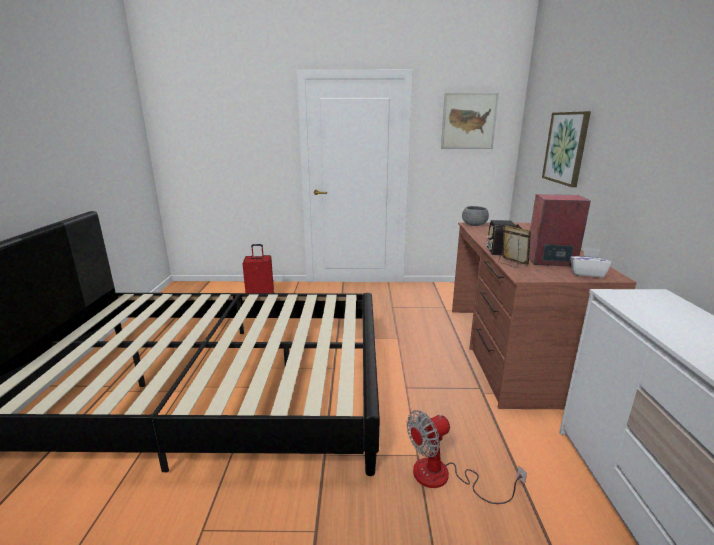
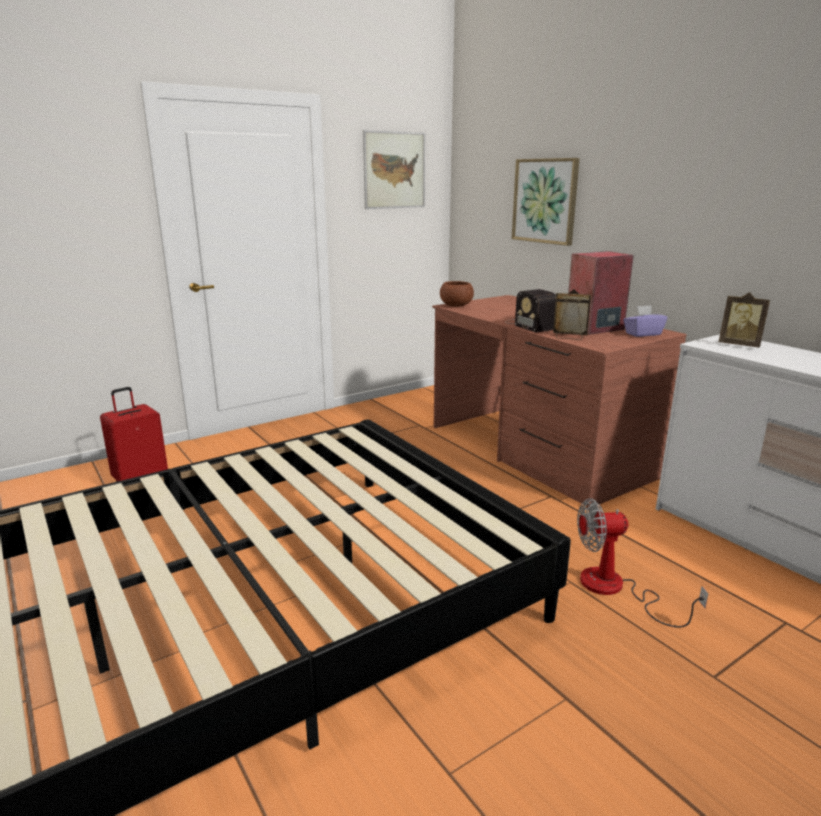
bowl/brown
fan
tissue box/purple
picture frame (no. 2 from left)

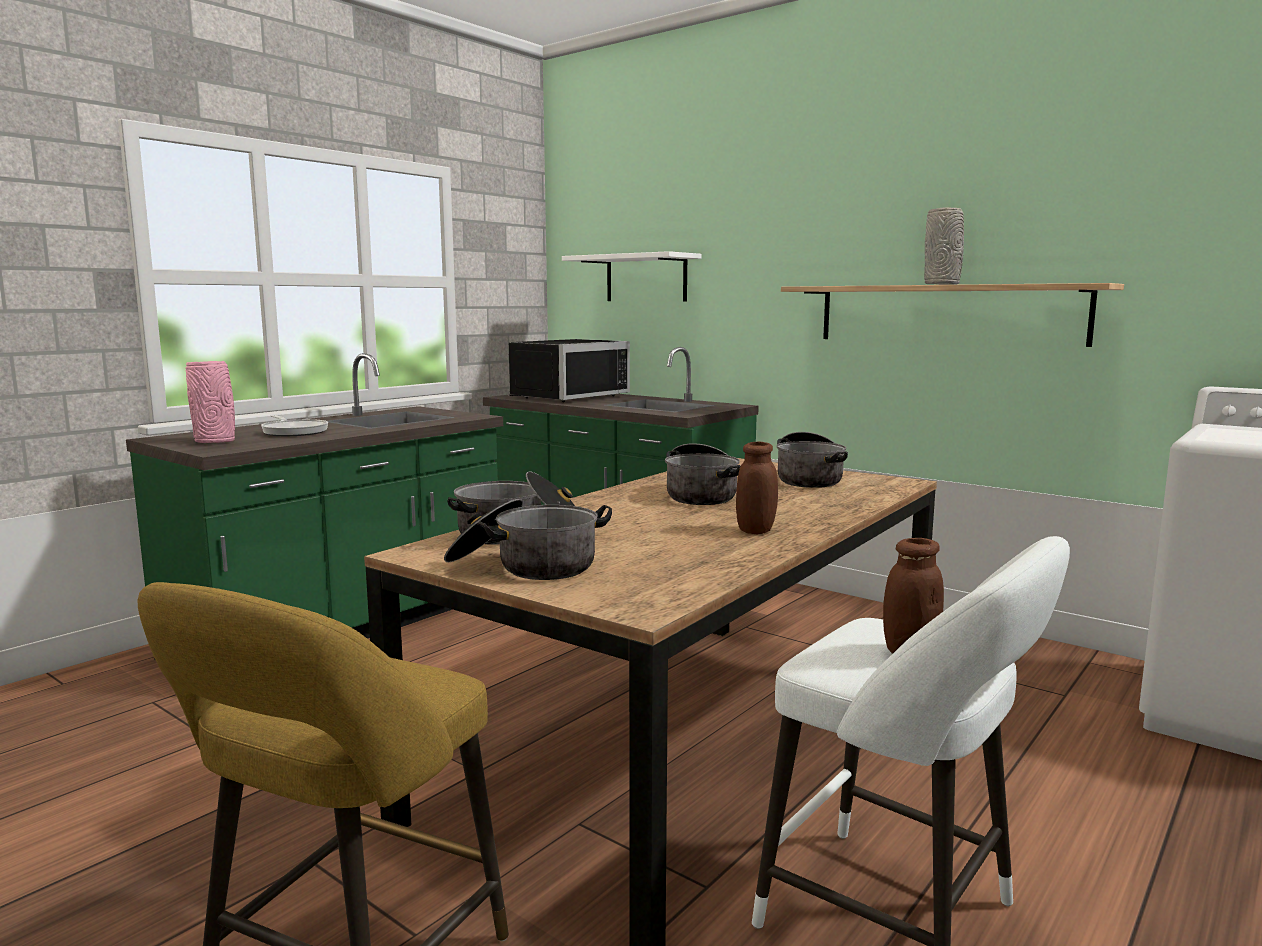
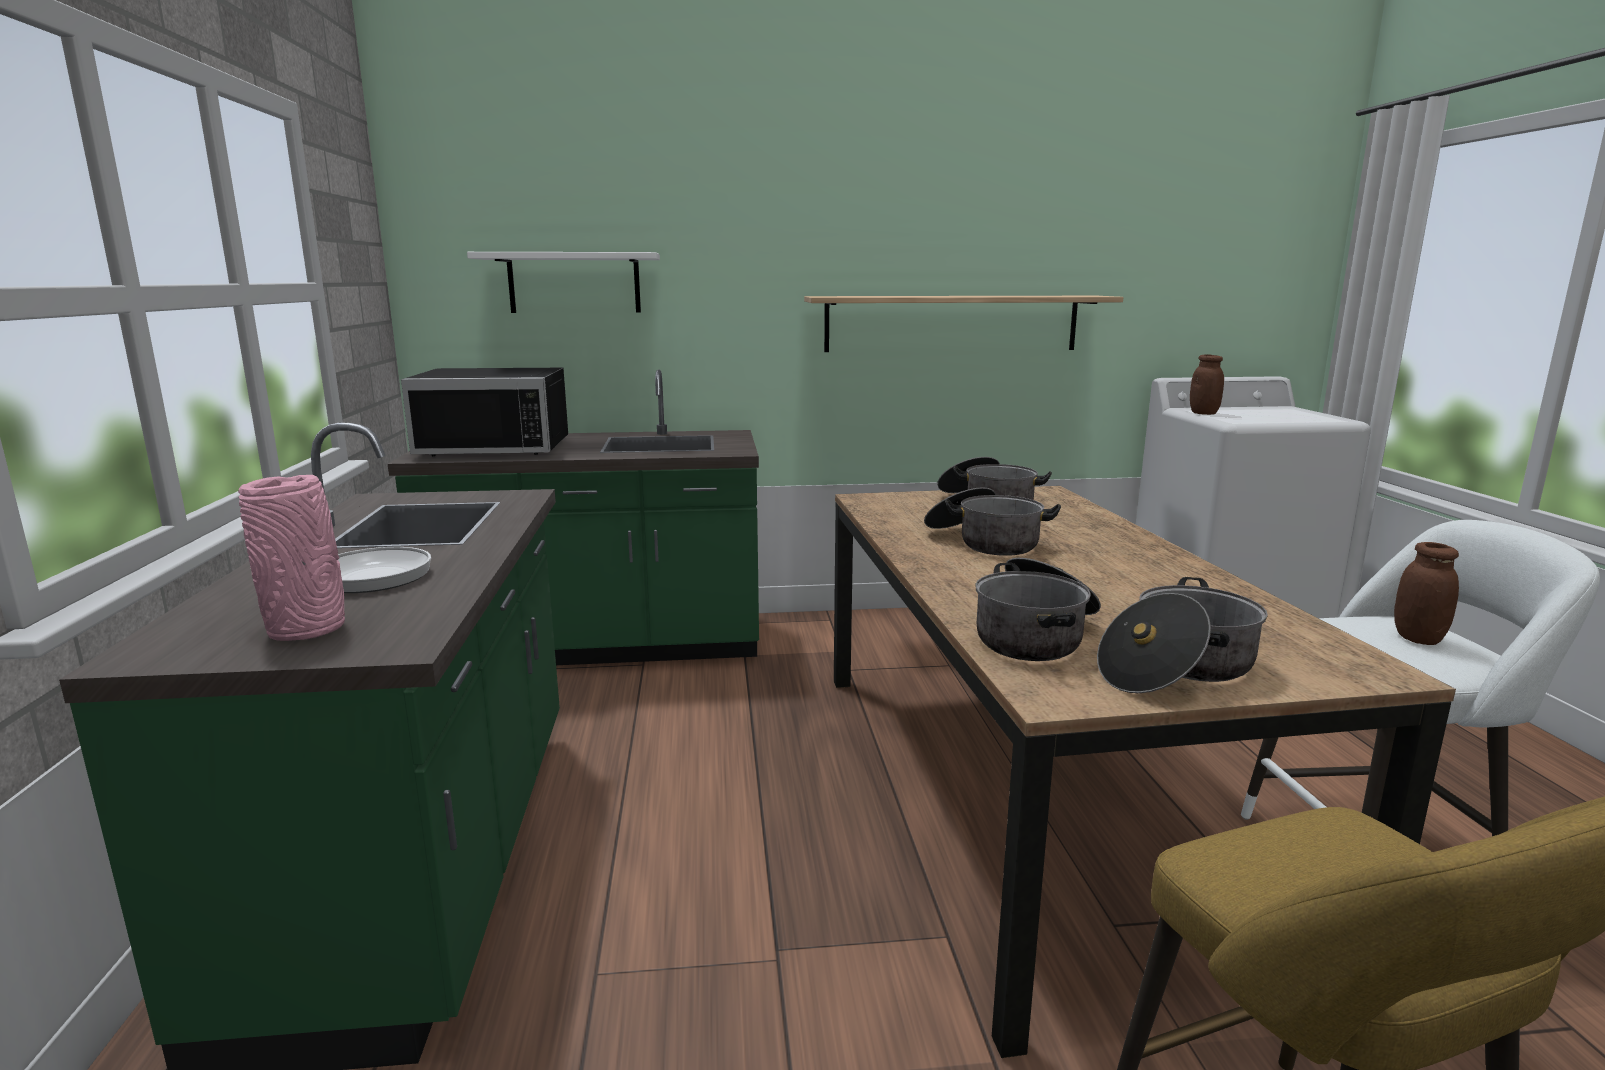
microwave/black
jar/brown (no. 1 from left)
vase/grey

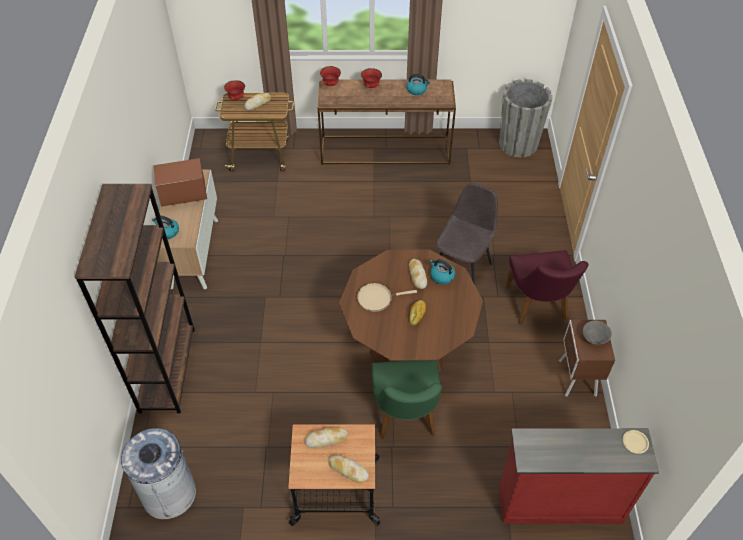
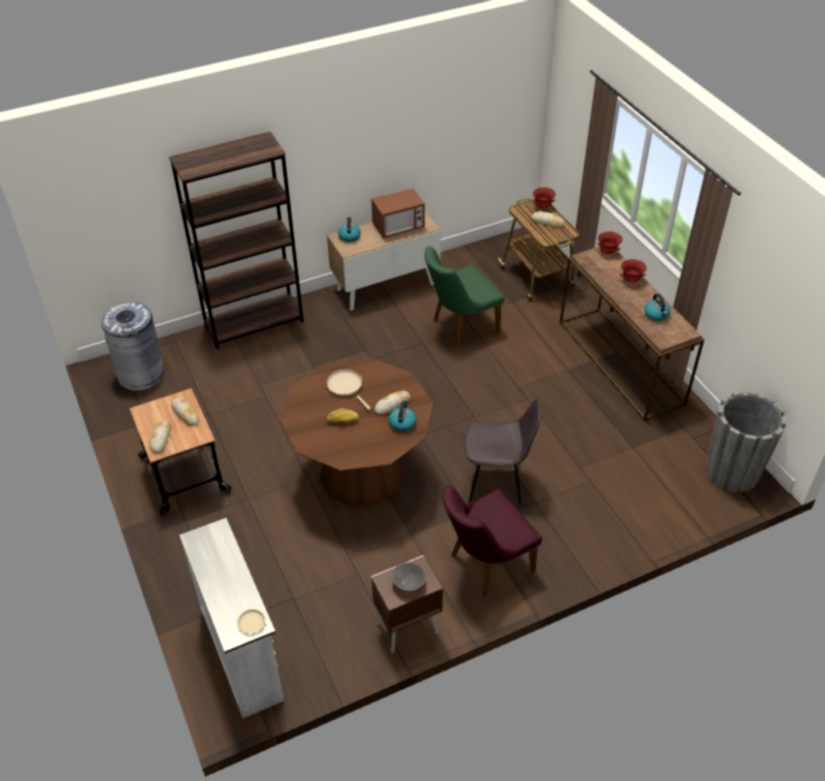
dresser/white
microwave
chair/green

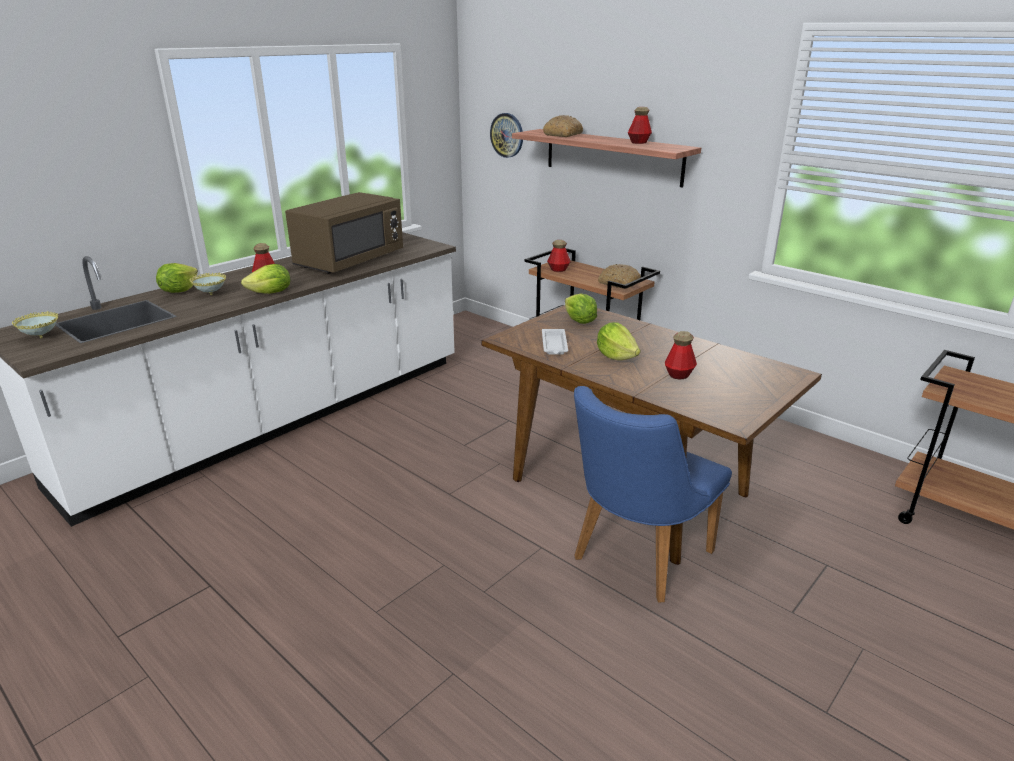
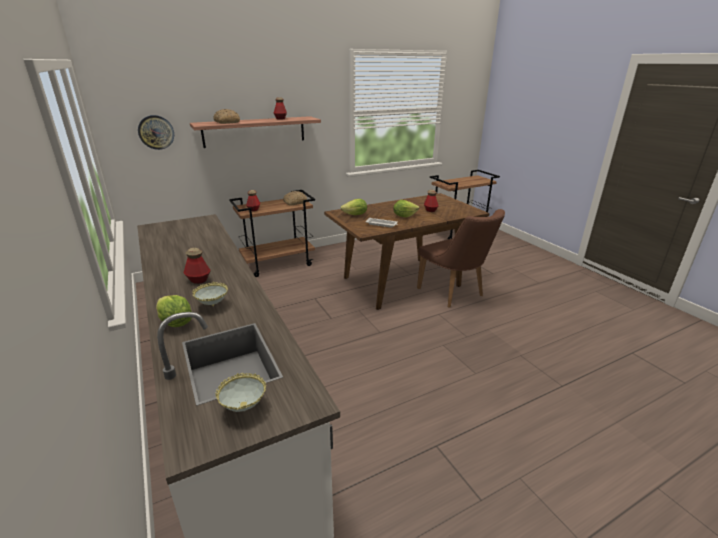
chair/brown
lettuce (no. 2 from left in the first image)
microwave/brown

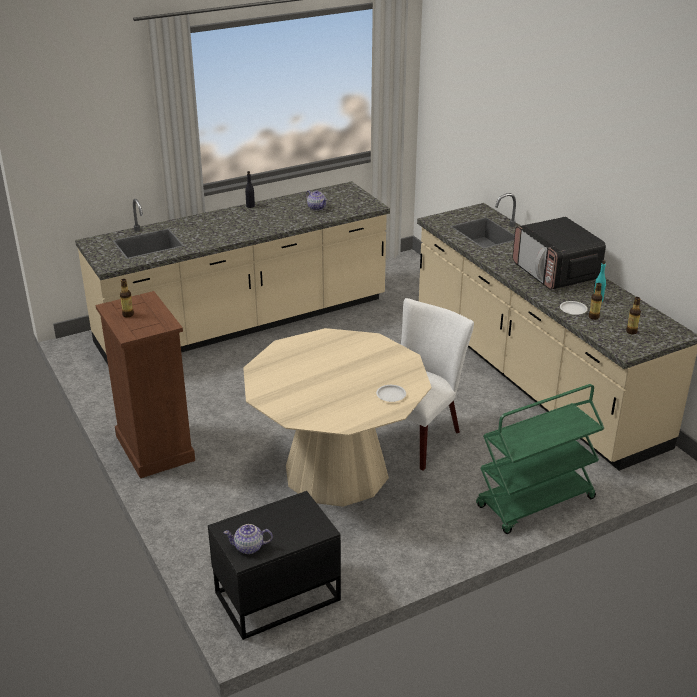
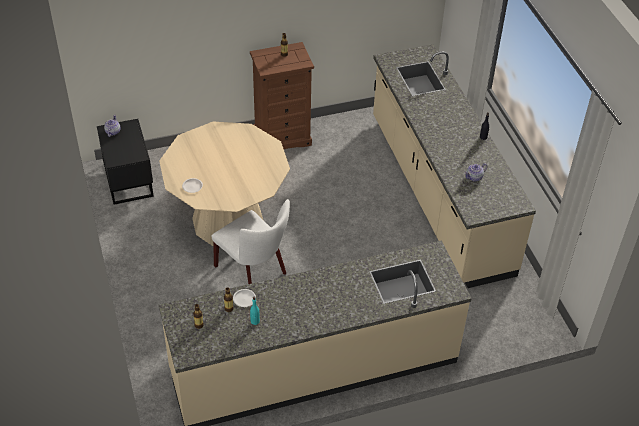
cart/green
microwave

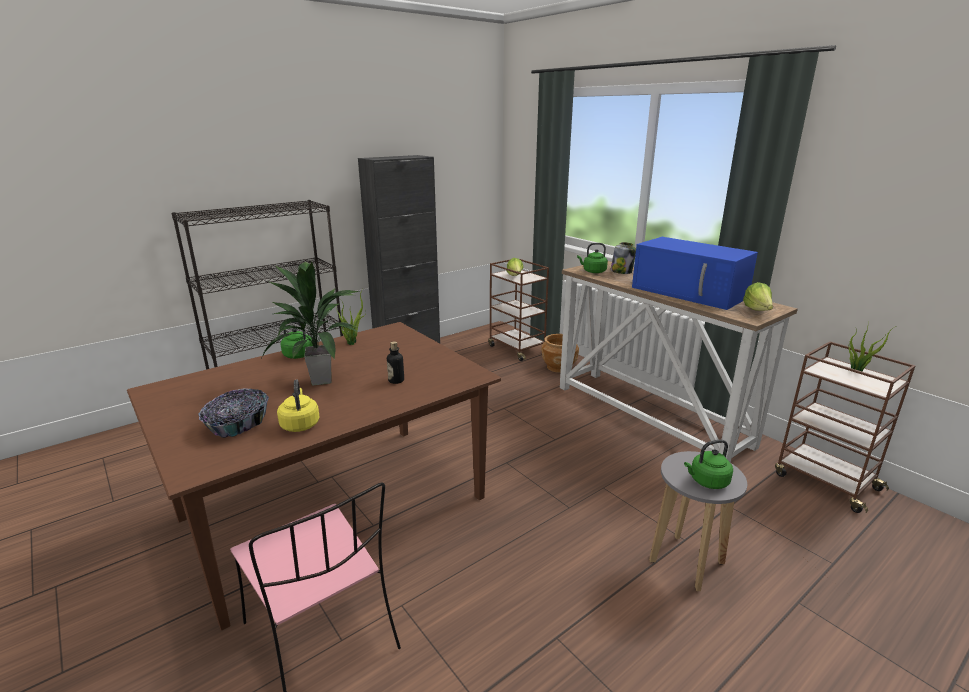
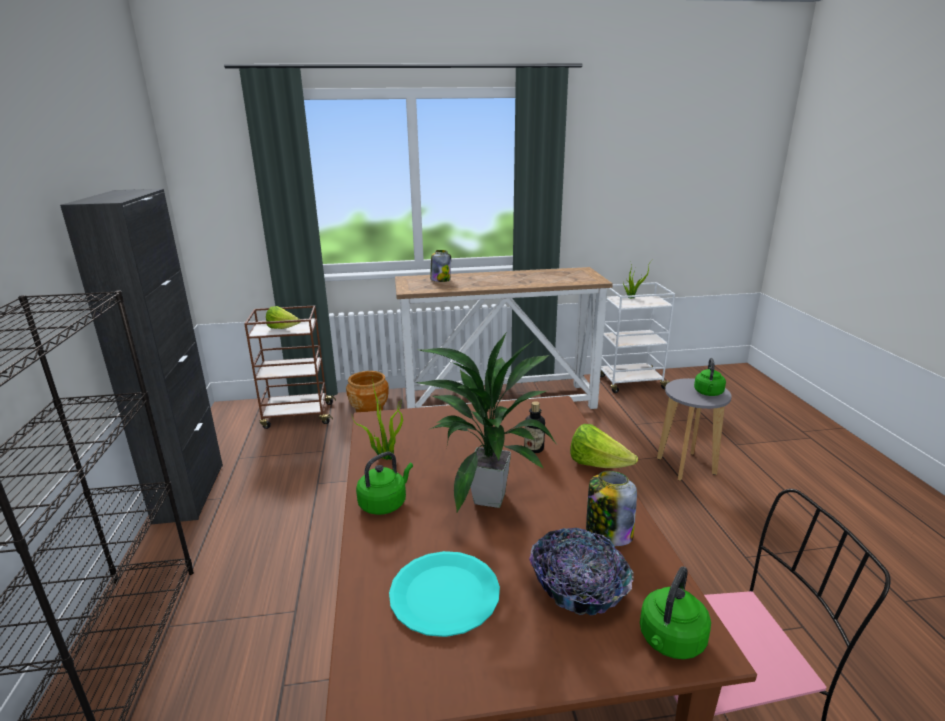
plate/turquoise
lettuce (no. 2 from left)
jar (no. 2 from left)
cart/white
kettle/green (no. 2 from left)
microwave/blue

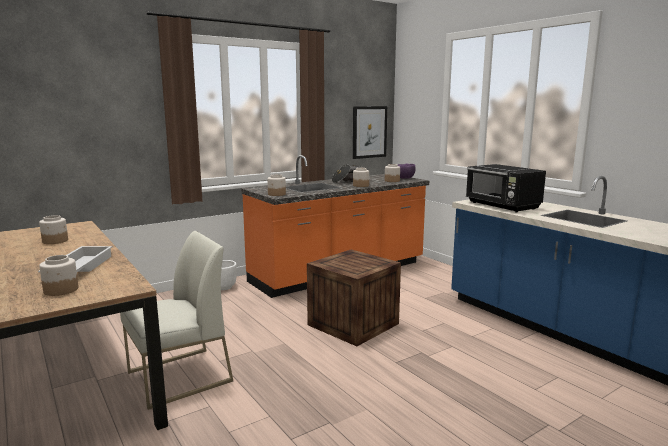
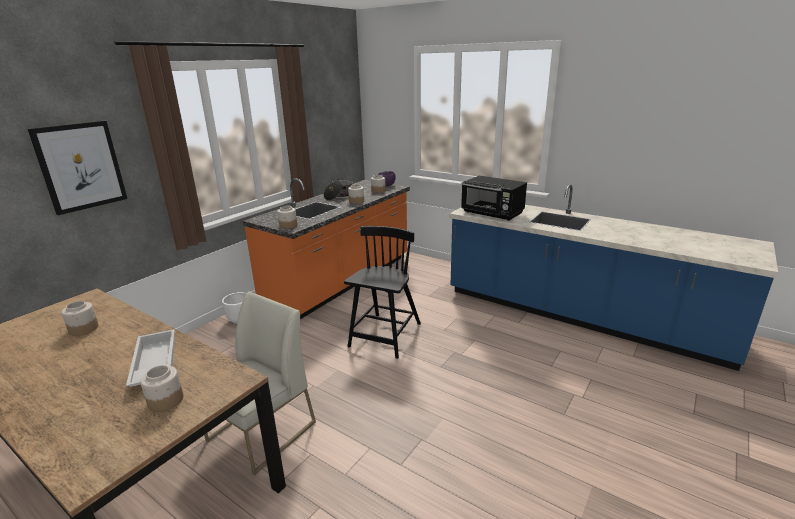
picture
chair/black

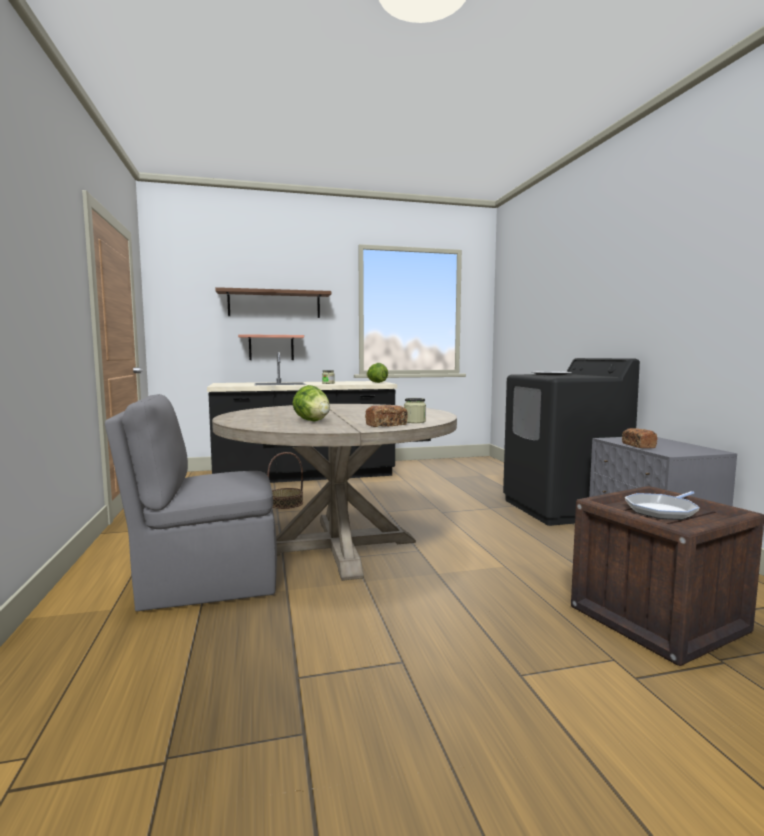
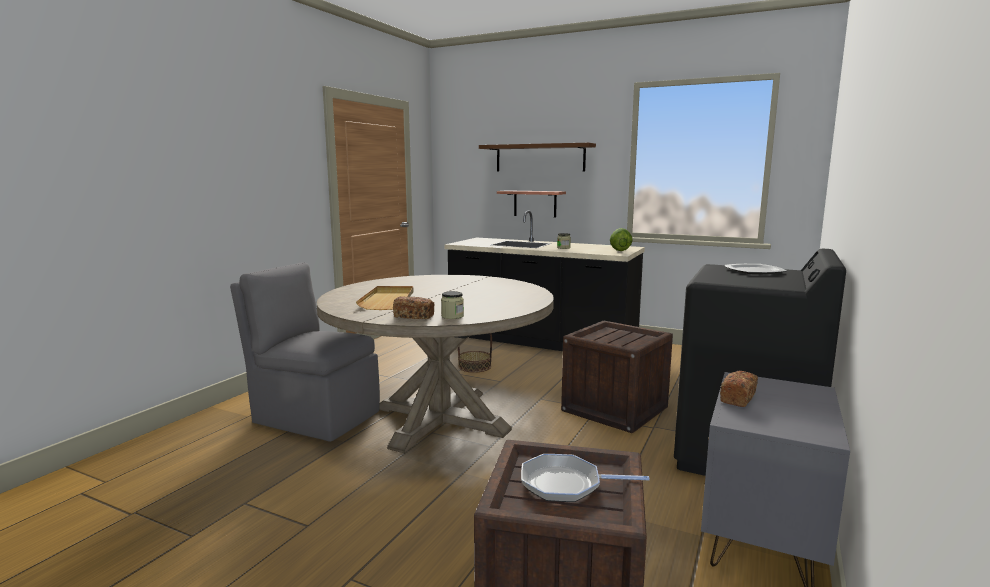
tray/beige
crate (no. 2 from left)

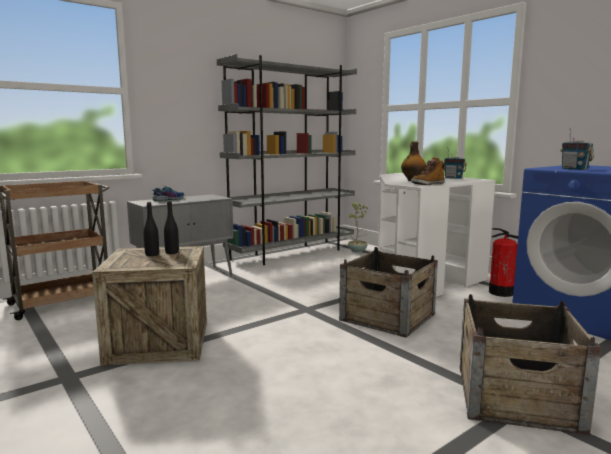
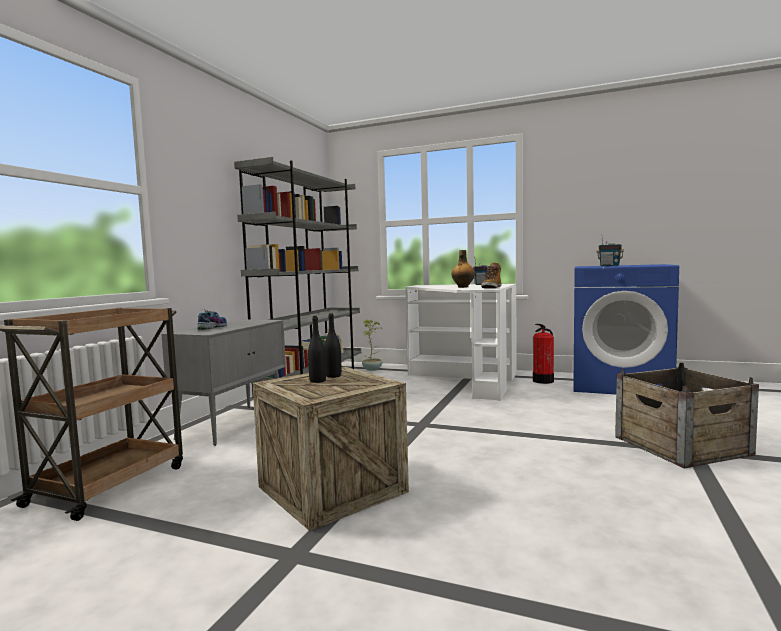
crate (no. 2 from left in the first image)

